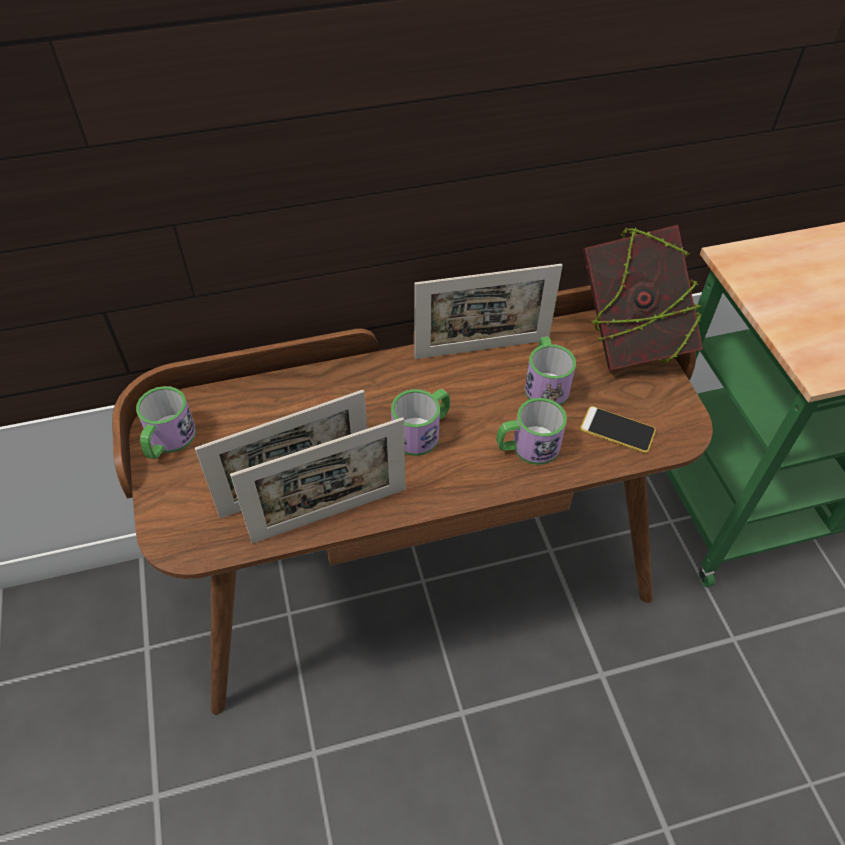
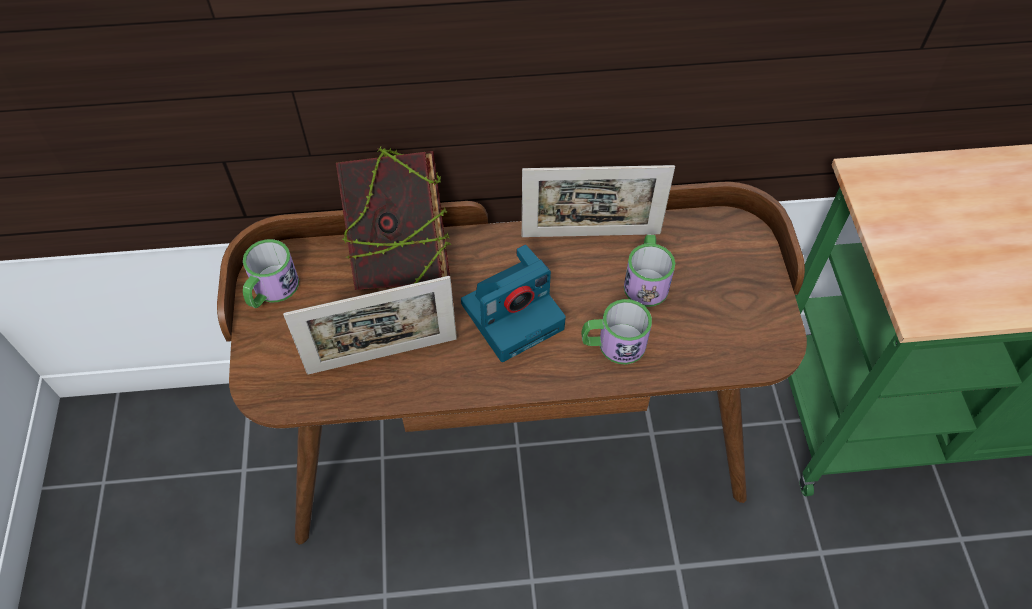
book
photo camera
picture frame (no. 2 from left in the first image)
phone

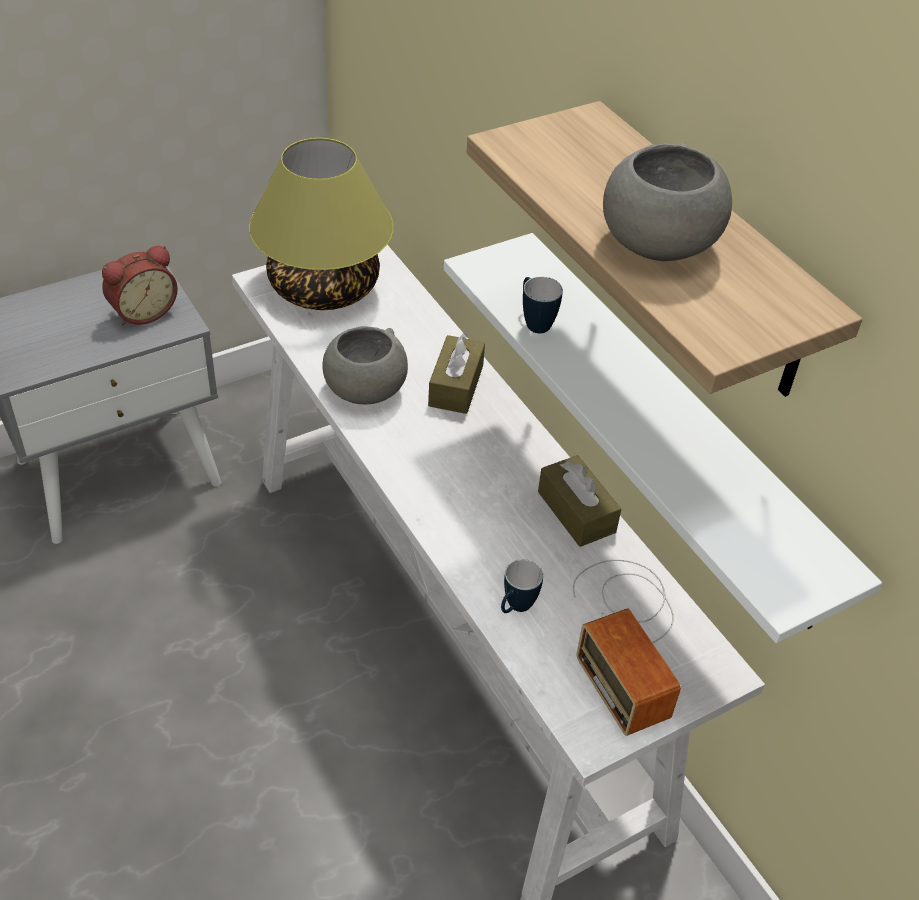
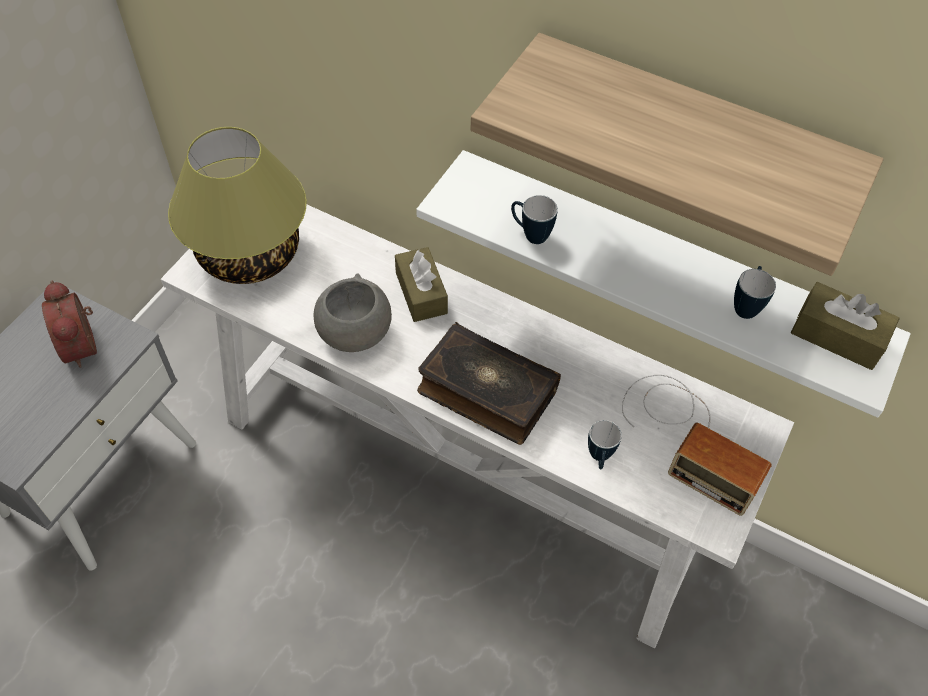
alarm clock
book
mug (no. 3 from left)
tissue box/brown (no. 2 from left)
bowl/grey (no. 2 from left in the first image)

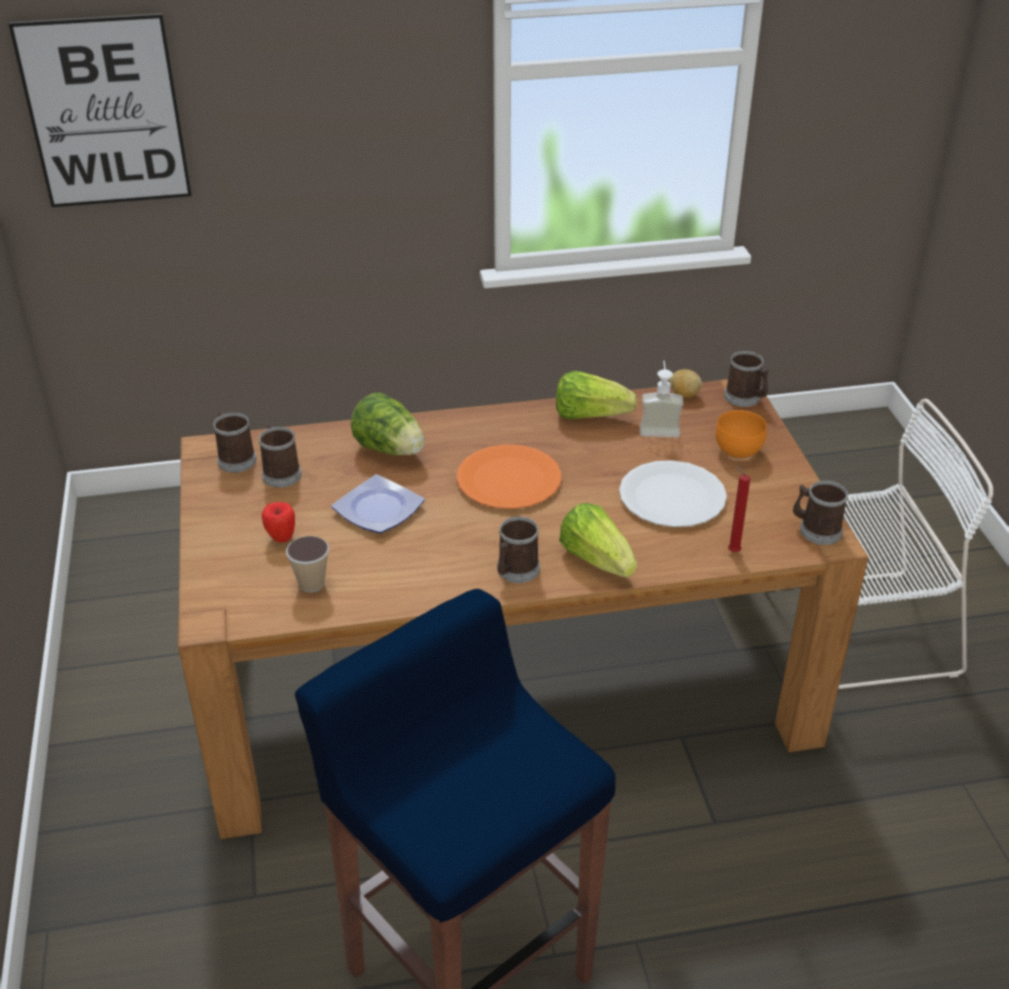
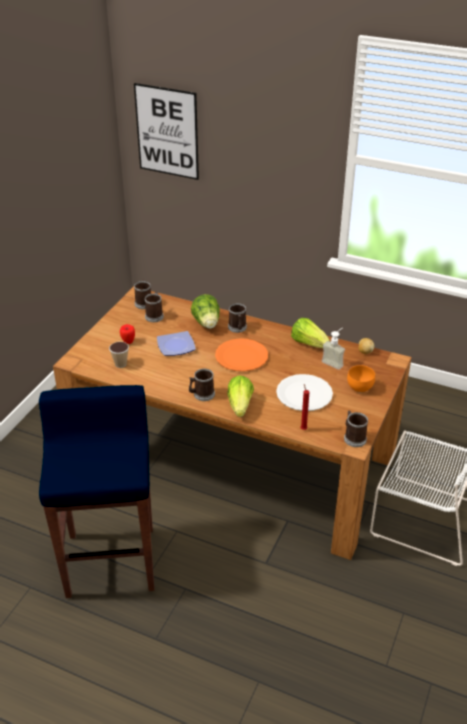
mug (no. 4 from left)

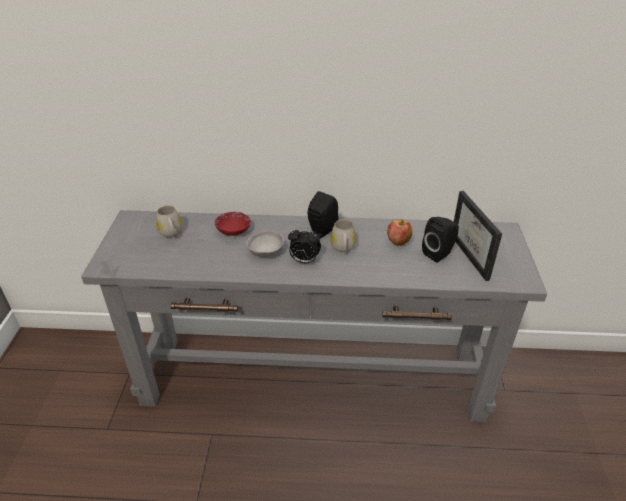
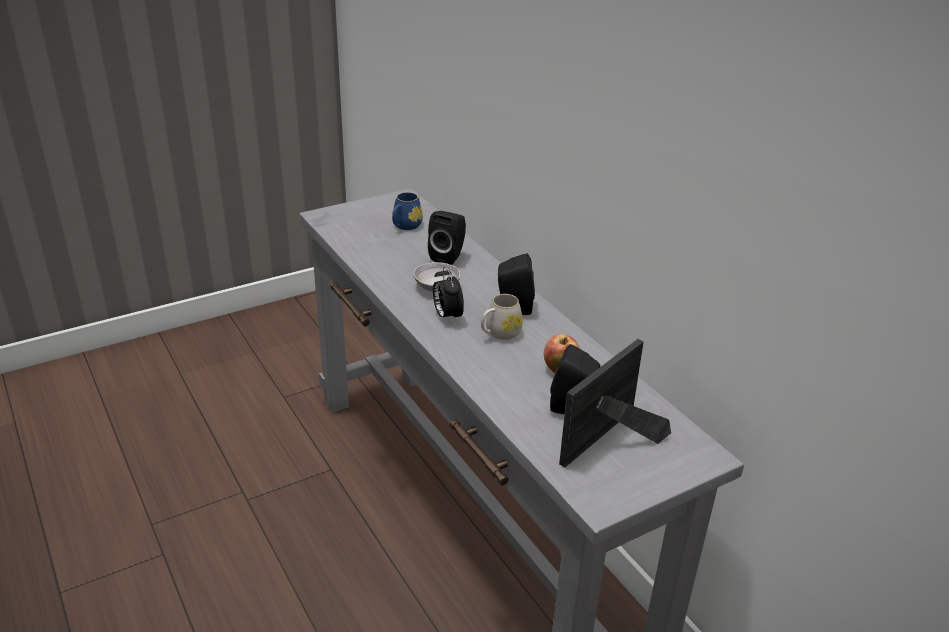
mug/blue
speaker/black (no. 1 from left)

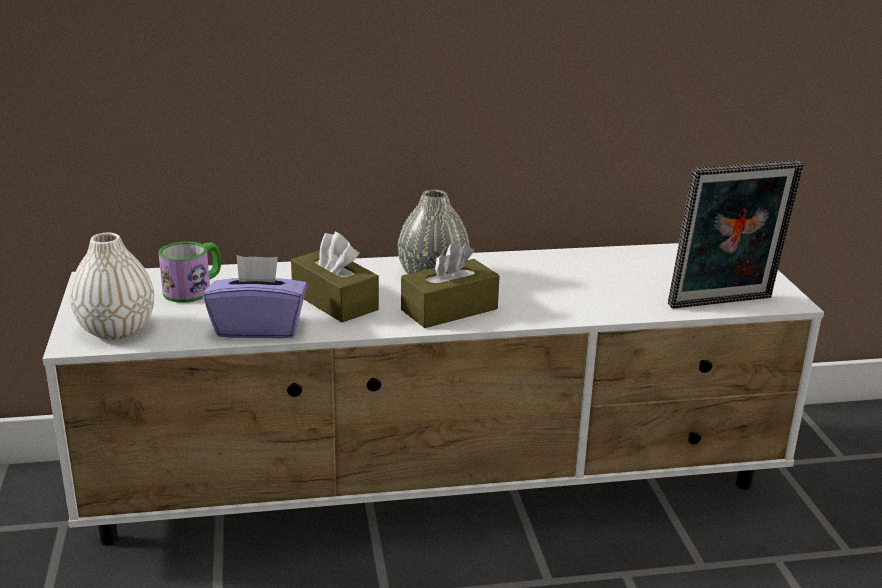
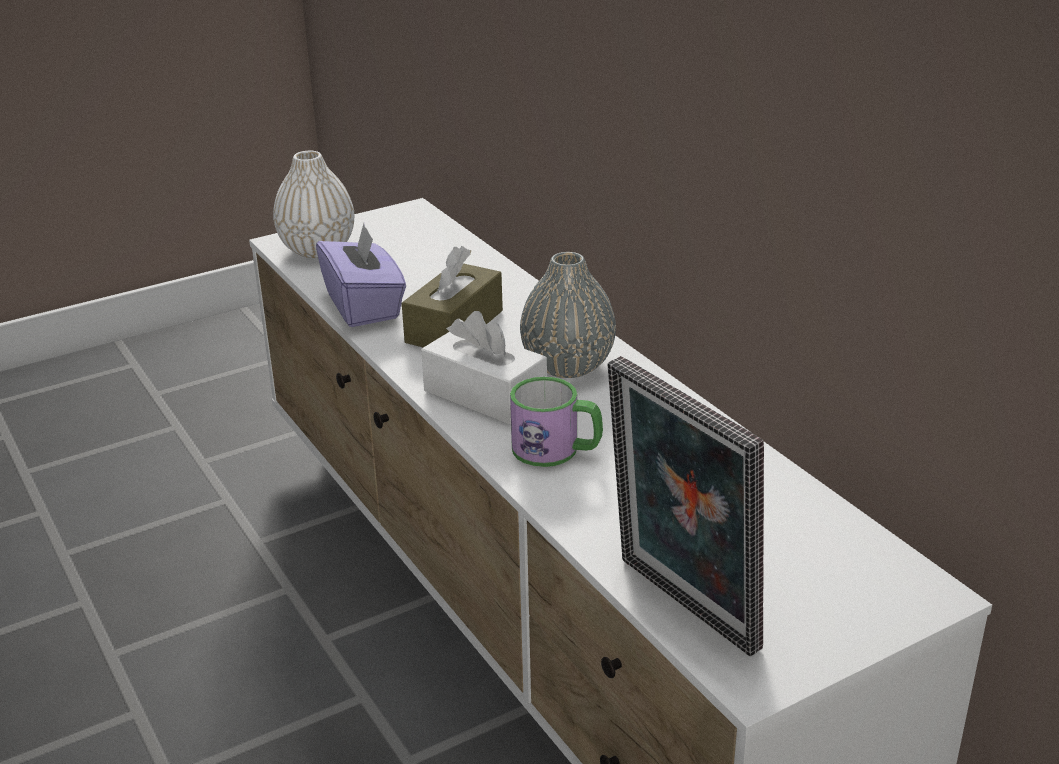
tissue box/white
mug

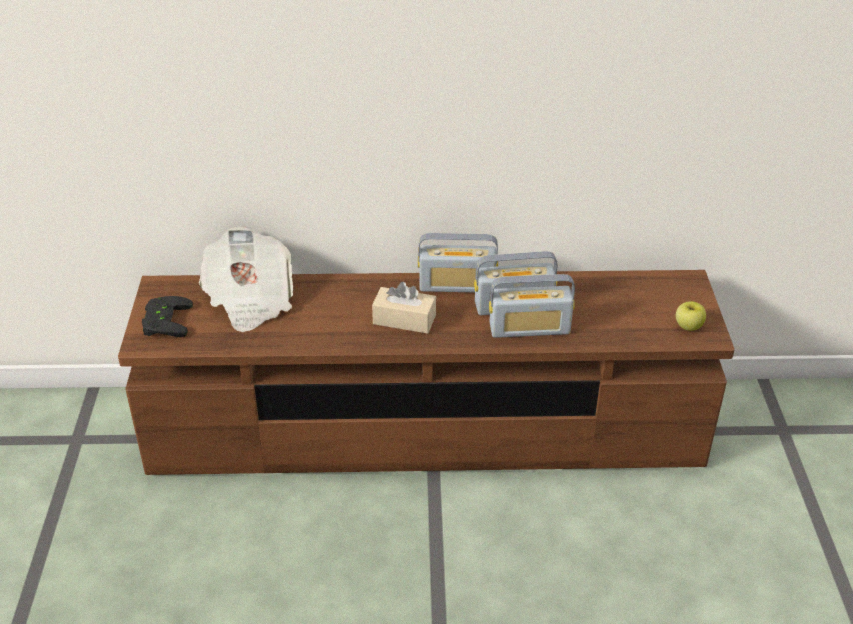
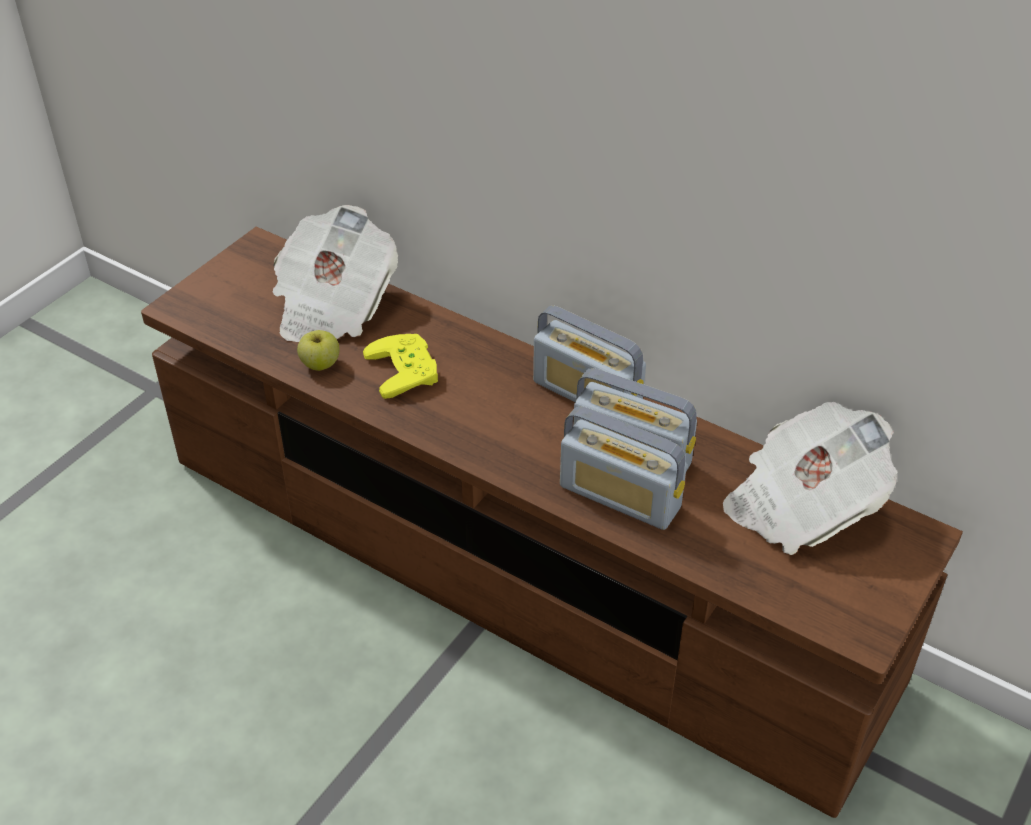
apple
game controller/yellow
newspaper (no. 2 from left)
game controller/black
tissue box/beige

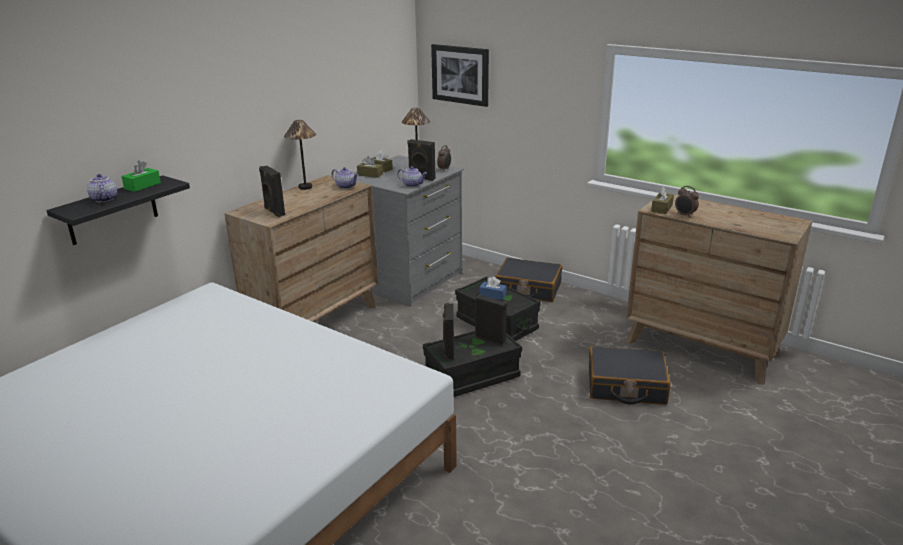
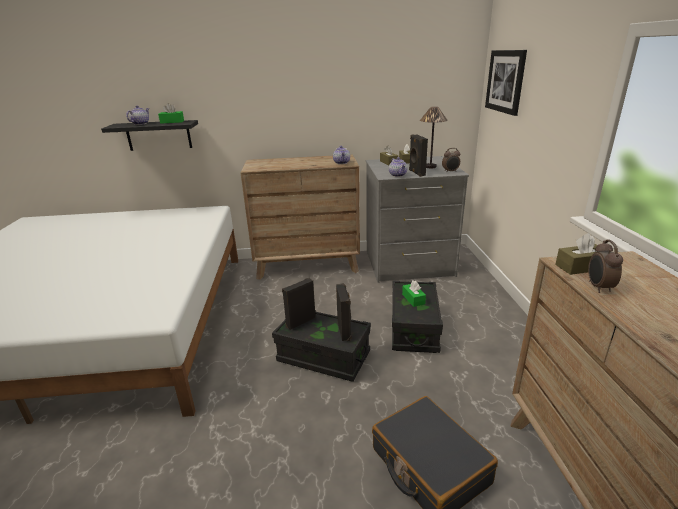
tissue box/green (no. 2 from left)
speaker/black (no. 1 from left in the first image)
table lamp (no. 1 from left in the first image)
suitcase/black (no. 1 from left in the first image)

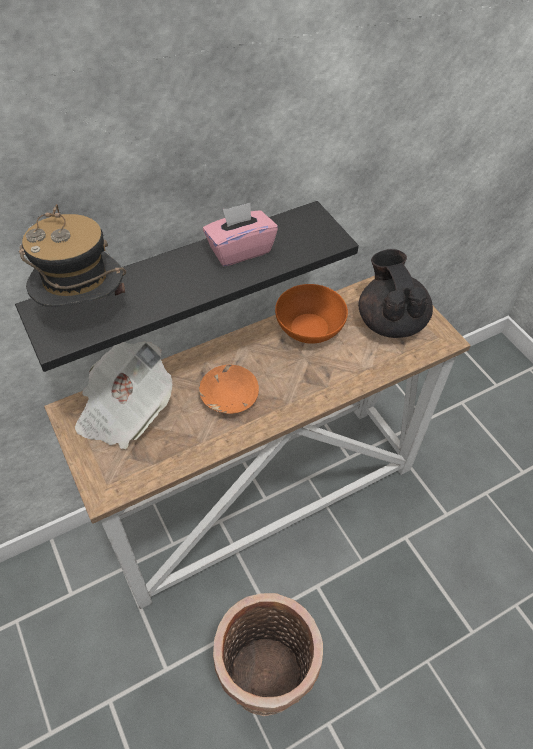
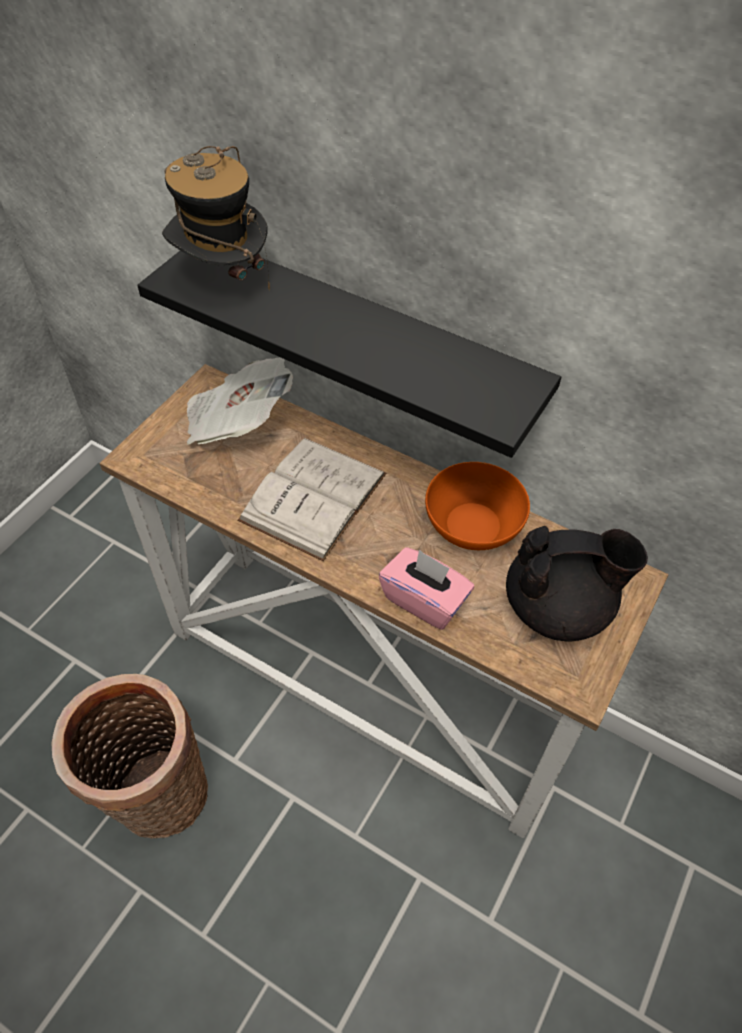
book/white
tissue box/pink
teapot/black

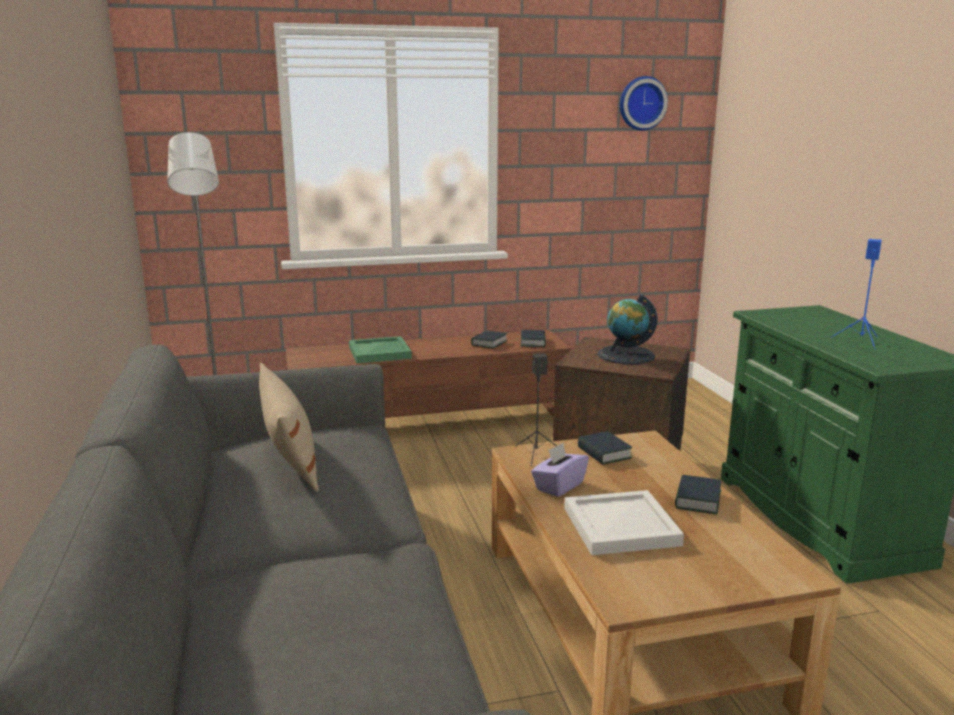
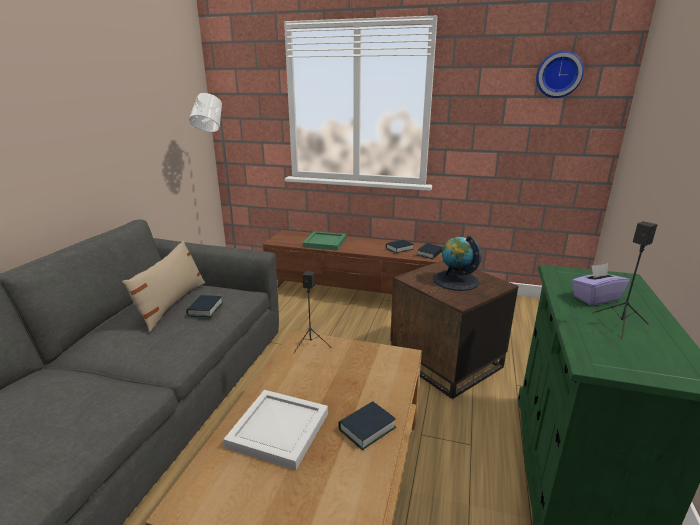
book (no. 1 from left)
tissue box/purple
speaker/black (no. 2 from left)

